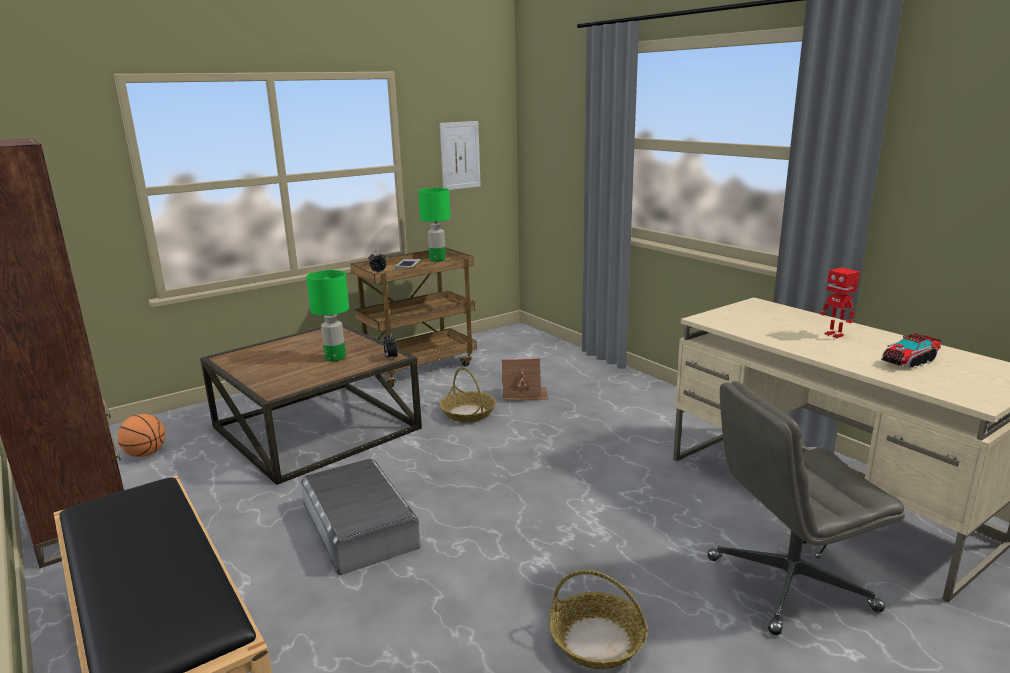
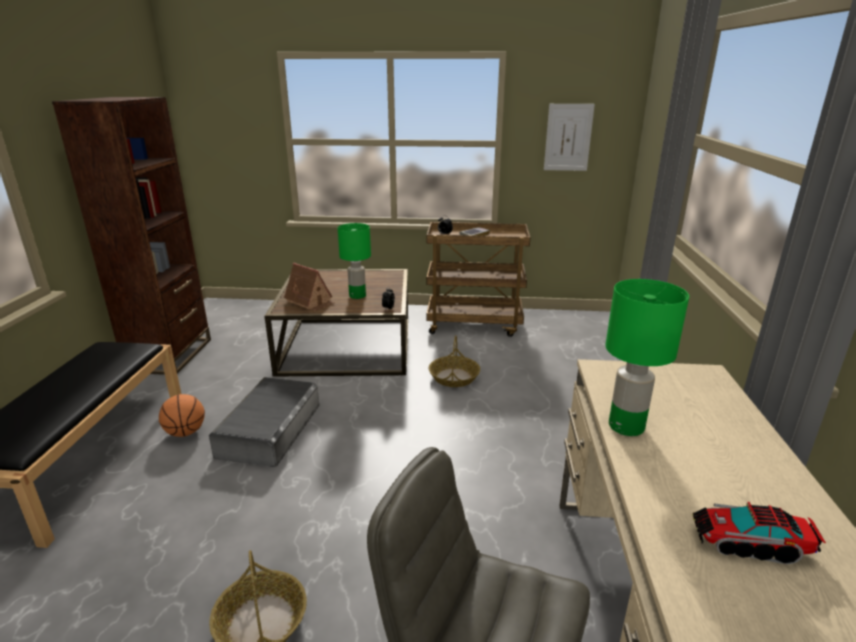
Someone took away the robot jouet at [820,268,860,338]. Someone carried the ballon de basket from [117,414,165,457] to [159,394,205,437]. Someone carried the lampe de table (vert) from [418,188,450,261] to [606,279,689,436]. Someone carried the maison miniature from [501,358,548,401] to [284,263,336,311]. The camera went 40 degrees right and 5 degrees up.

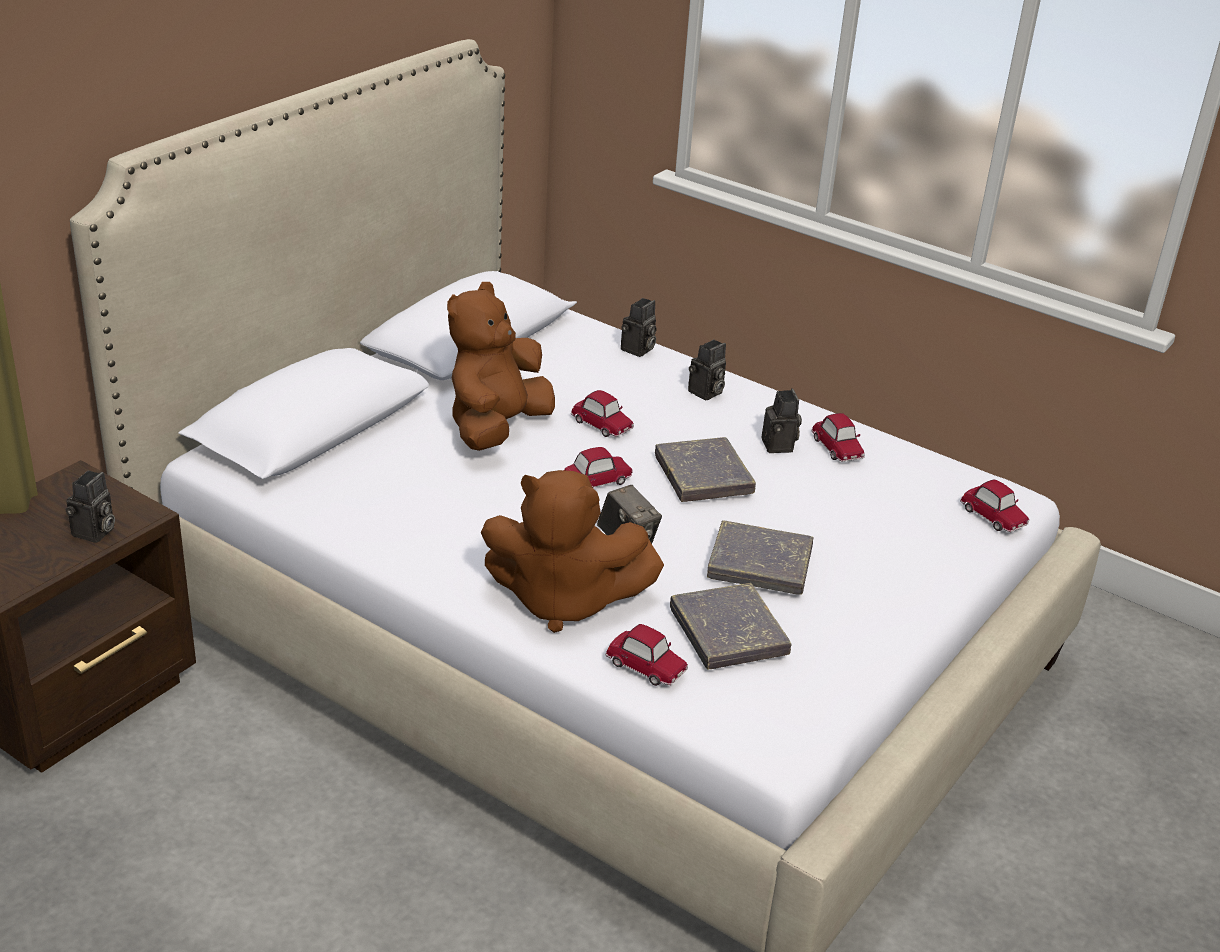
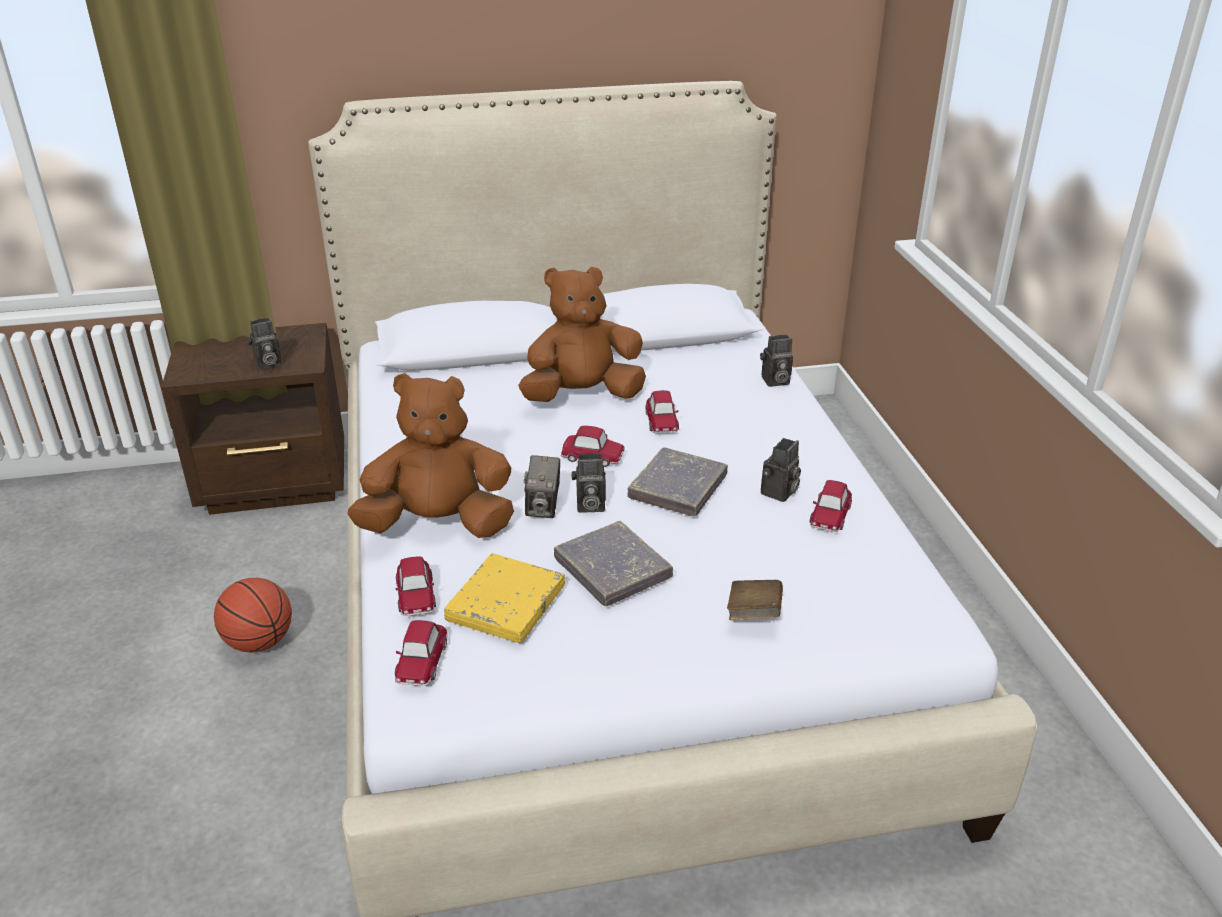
Someone put down the ballon de basket at [214,578,292,653]. Someone put down the livre (marron) at [727,580,783,620]. Someone carried the appareil photo from [688,339,726,400] to [572,453,606,513]. Someone carried the petite voiture from [960,480,1029,532] to [395,620,448,686]. Someone repainted the livre (gris) at [670,583,791,669], which became the livre (jaune) at [444,553,565,643]. Someone rotated the peluche (marron) at [481,470,664,633] by 120 degrees clockwise. The camera went 45 degrees right and 0 degrees up.

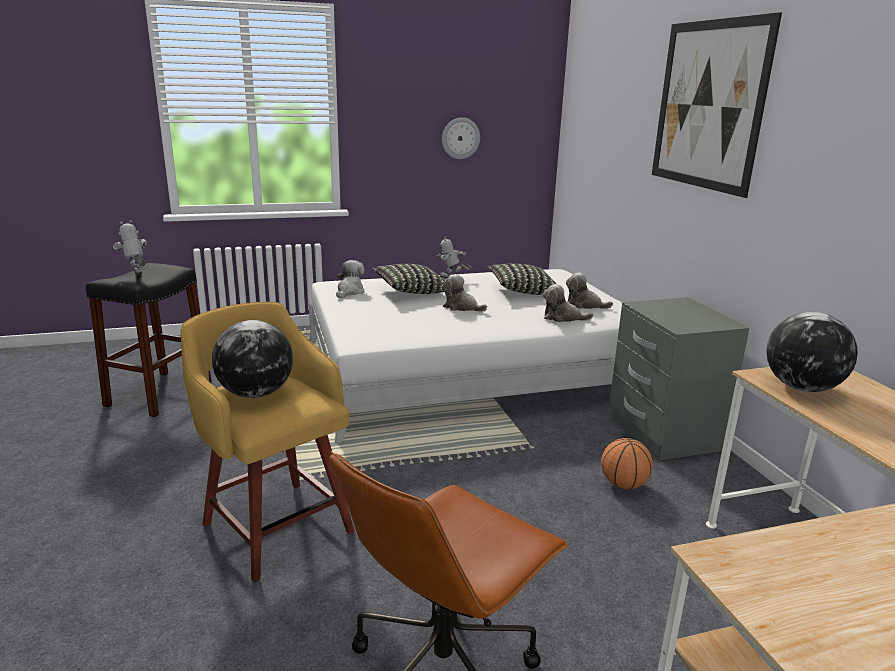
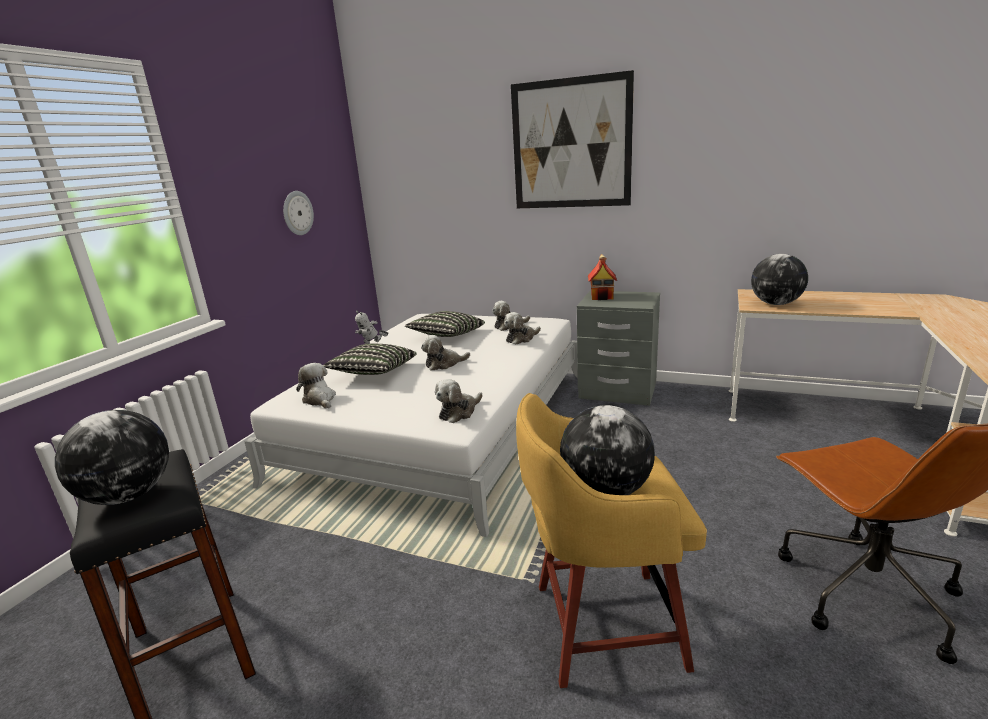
Someone took away the ballon de basket at [601,438,653,489]. Someone put down the peluche at [435,379,482,423]. Someone put down the maison miniature at [588,254,617,300]. Someone swapped the robot jouet at [113,220,148,275] for the globe at [55,410,169,505]. The camera went 50 degrees left and 0 degrees up.

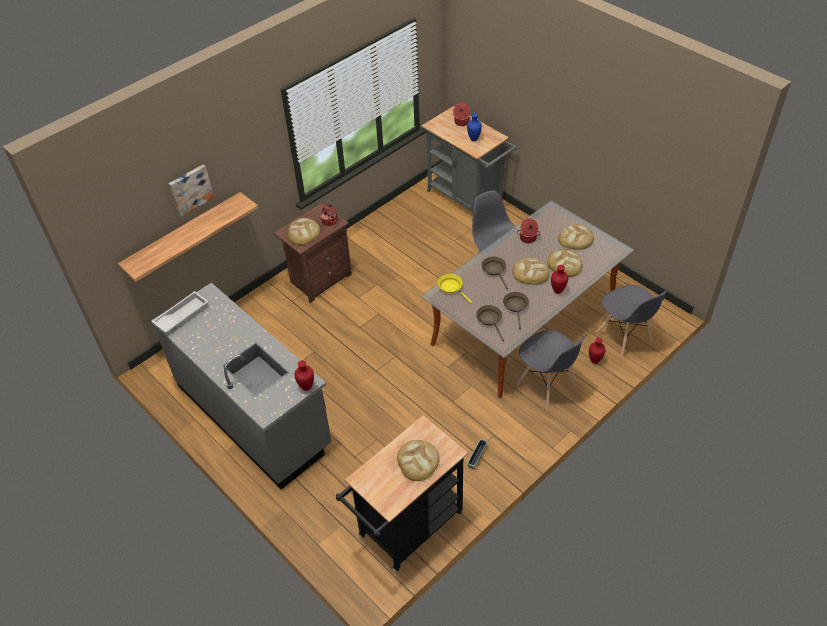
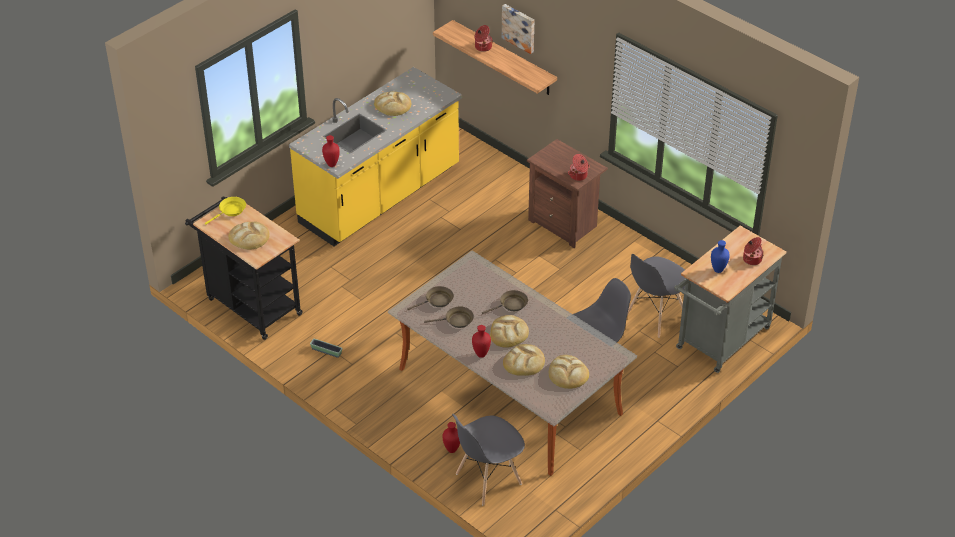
Someone took away the plateau (blanc) at [152,291,209,333]. Someone carried the pain from [288,218,320,244] to [374,91,411,116]. Someone carried the poêle (jaune) from [438,274,472,304] to [205,197,246,224]. Someone carried the marmite from [517,218,541,243] to [475,25,493,52]. Someone carried the chaise (gris) from [517,330,587,408] to [627,254,686,338]. Someone repainted the comptoir de cuisine (gris) at [151,283,332,489], which became the comptoir de cuisine (jaune) at [289,67,462,246]. The camera went 85 degrees right and 5 degrees down.

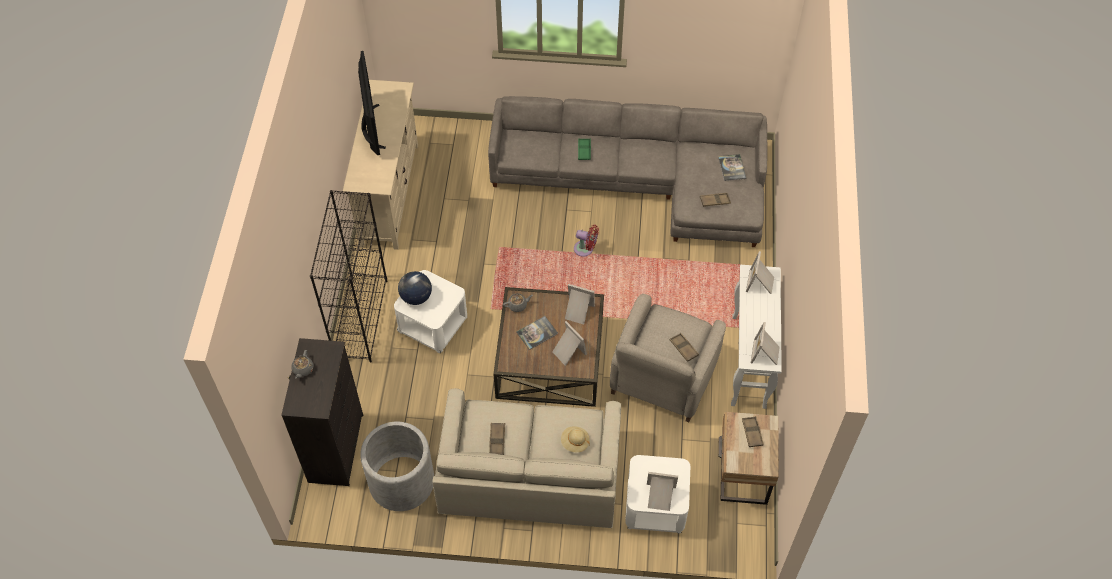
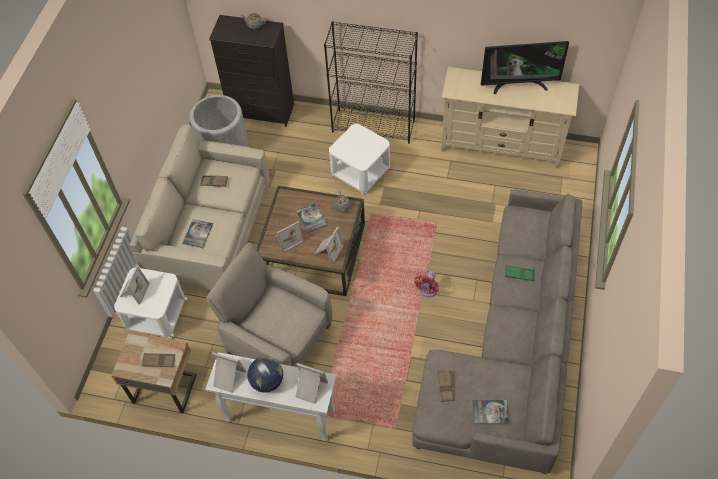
Someone took away the plateau (marron) at [670,333,699,362]. Someone carried the globe from [398,271,432,305] to [247,356,283,393]. Someone swapped the chapeau (beige) at [561,426,590,452] for the livre at [182,219,213,248]. The camera went 100 degrees right and 0 degrees up.

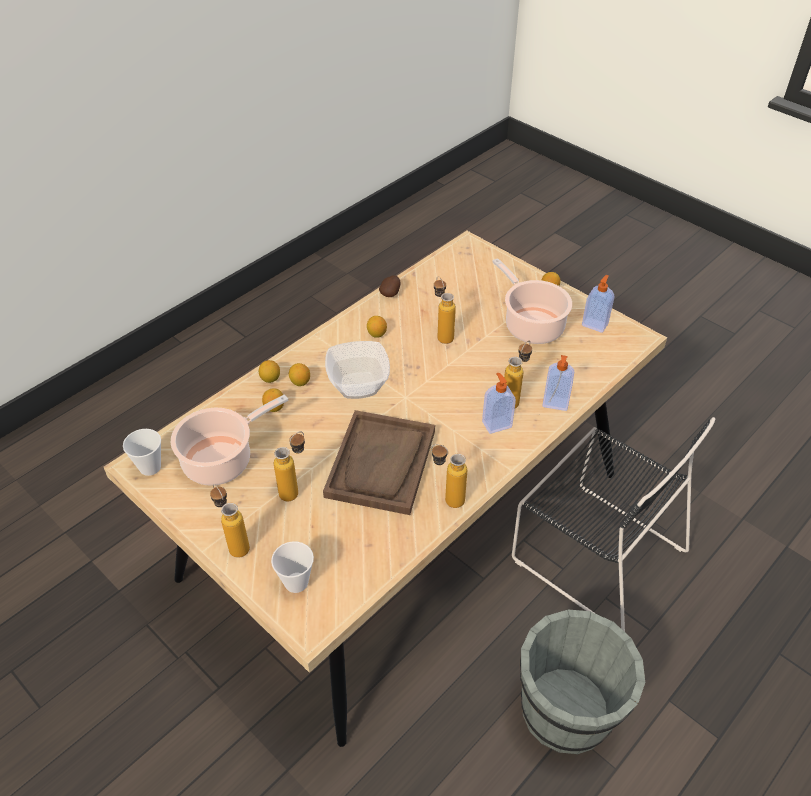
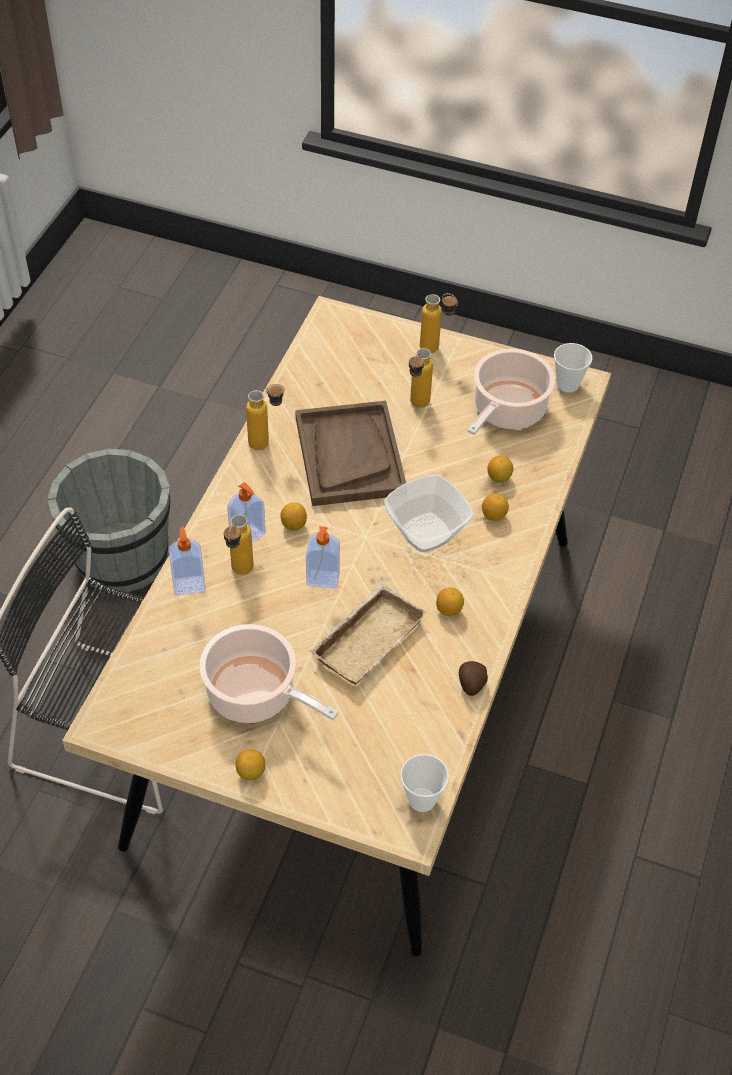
Someone carried the citron from [259,360,280,383] to [280,502,307,531]. Someone carried the tasse from [271,541,314,593] to [400,754,449,812]. Someone carried the distributeur de savon from [582,275,614,333] to [306,526,340,589]. Someone swapped the bouteille at [434,276,456,344] for the plateau (beige) at [310,583,427,685]. The camera went 155 degrees right and 5 degrees up.

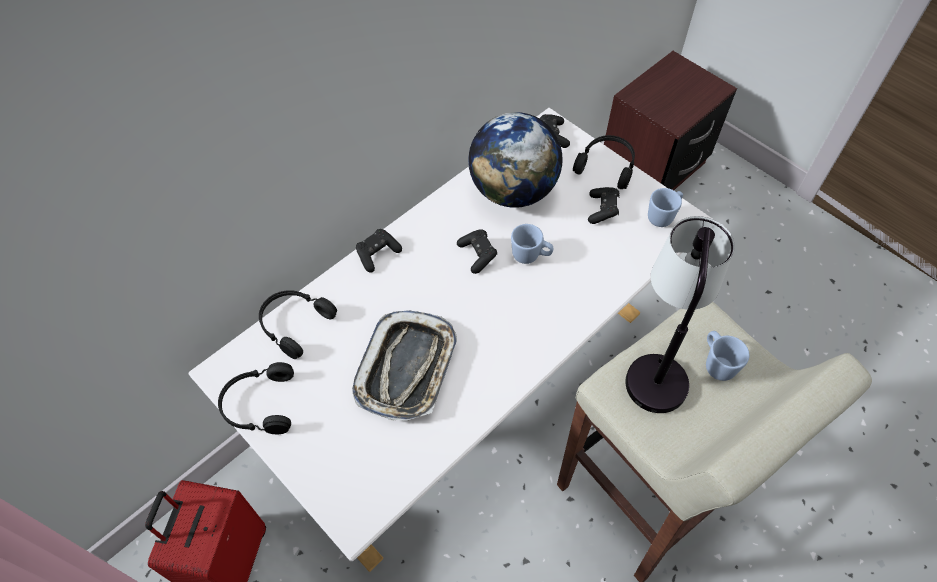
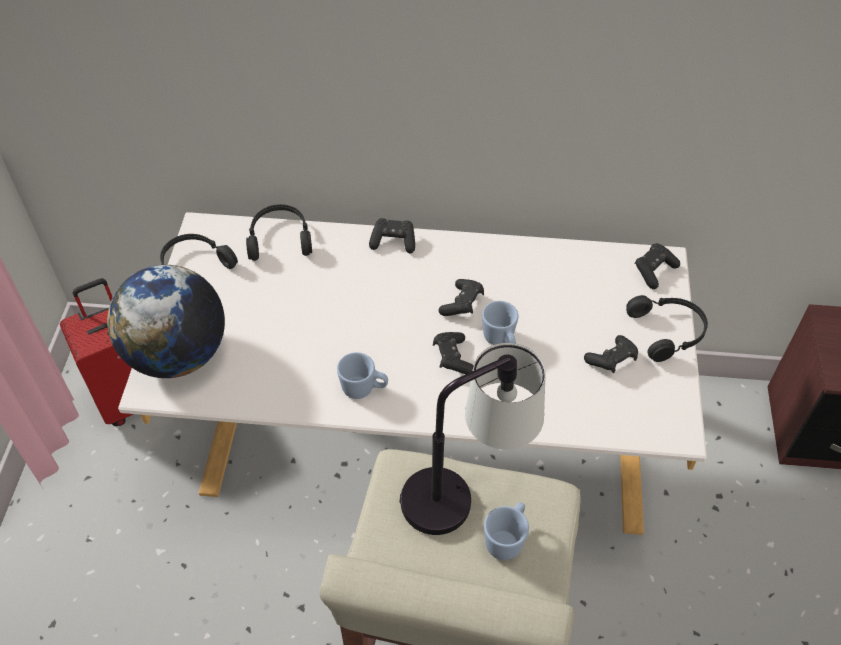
Someone took away the plateau at [352,311,457,421]. Someone put down the manette (noir) at [433,332,474,374]. Someone carried the globe from [468,112,563,208] to [107,265,225,378]. Someone carried the mug (bleu) from [648,188,683,227] to [337,352,388,399]. The camera went 50 degrees right and 5 degrees down.

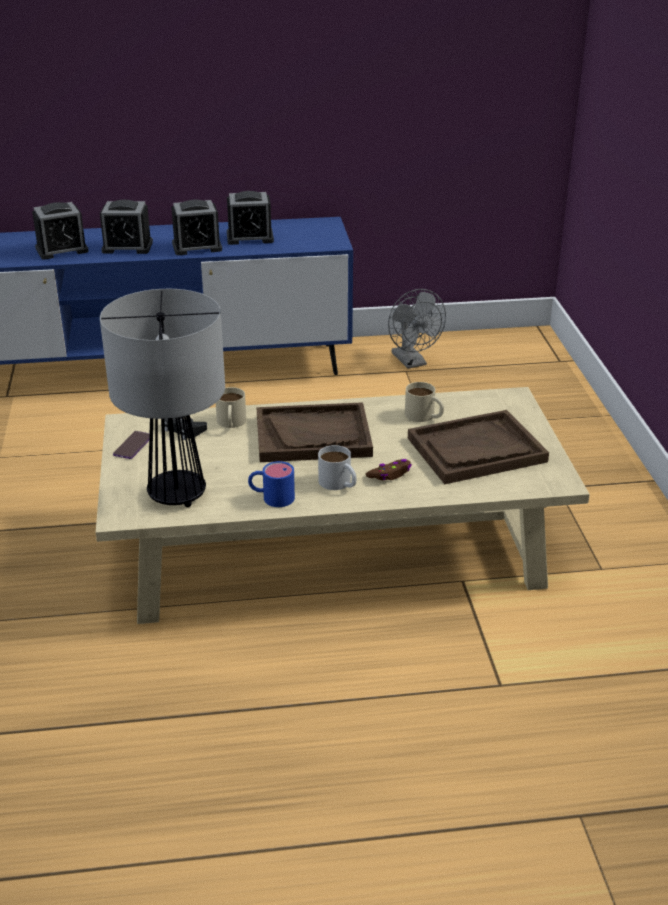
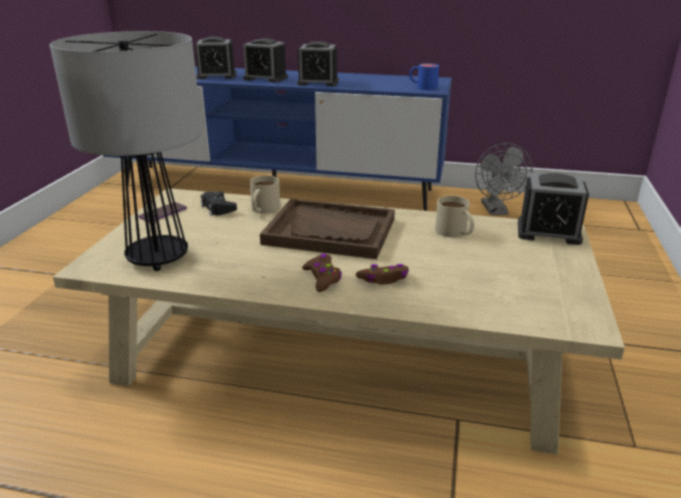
Someone took away the plateau (marron) at [408,410,549,484]. Someone carried the réveil from [227,191,274,245] to [518,173,589,245]. Someone carried the mug (bleu) from [248,461,295,507] to [409,63,439,90]. Someone swapped the mug (blanc) at [318,445,356,490] for the manette (marron) at [302,253,342,292]. The camera went 20 degrees right and 5 degrees down.

